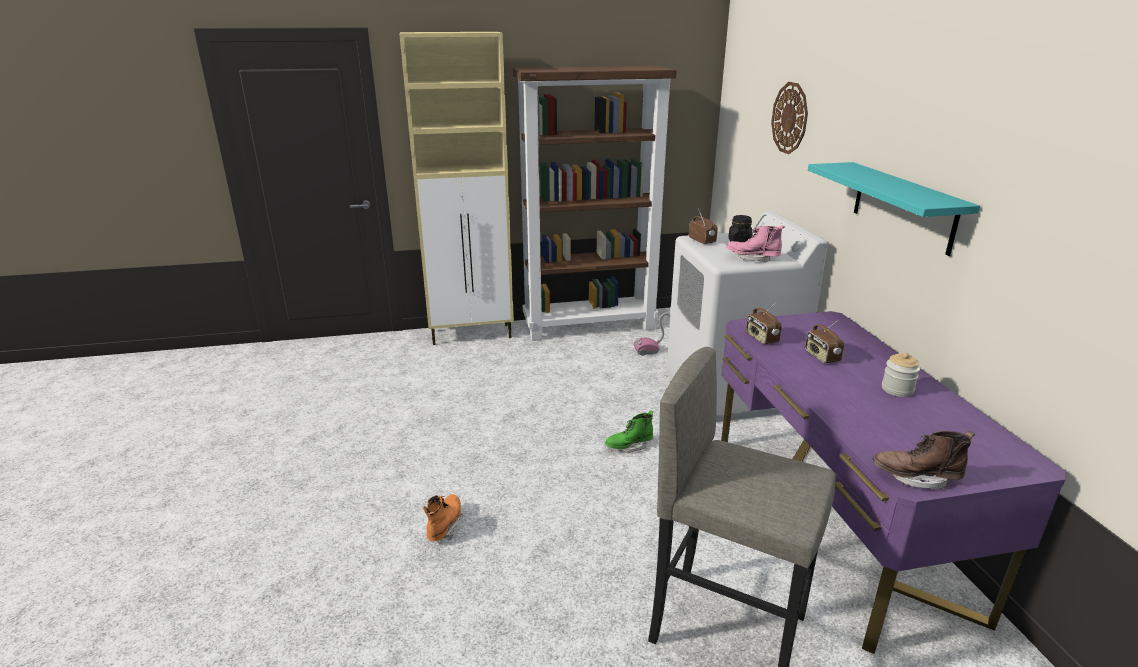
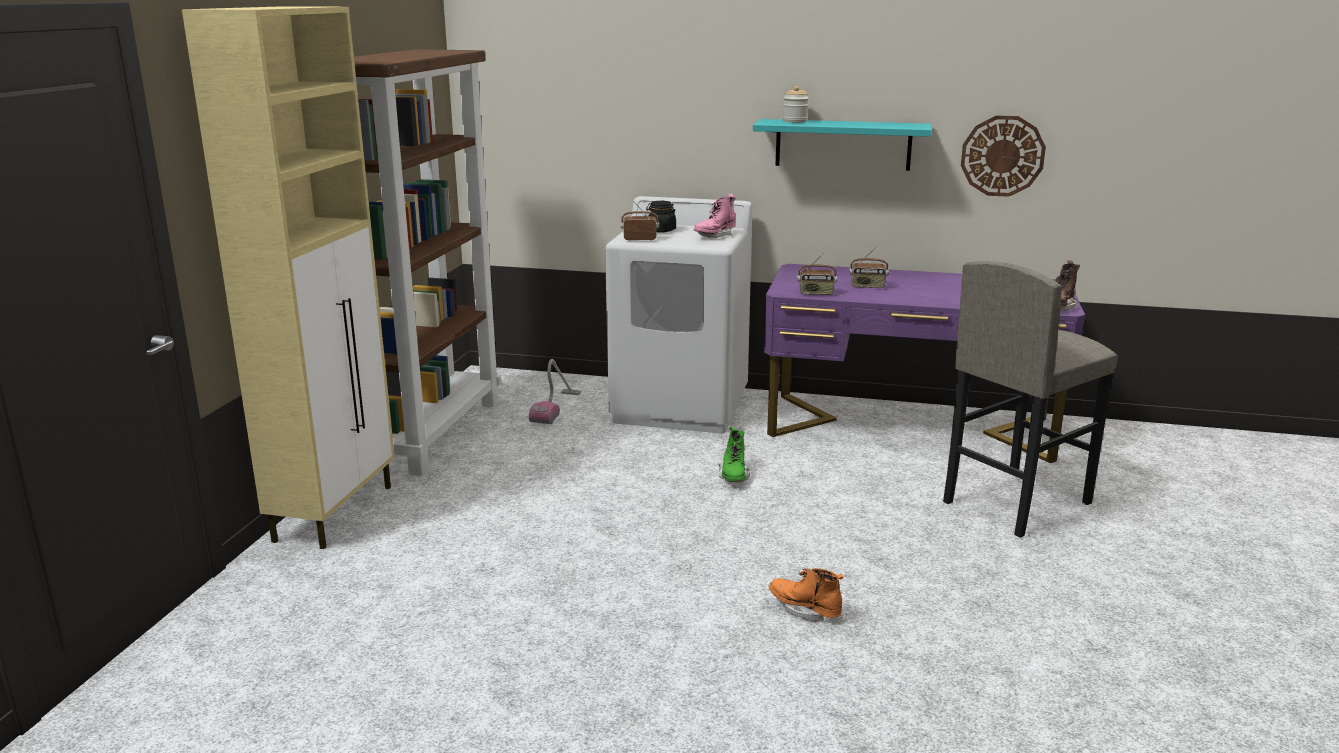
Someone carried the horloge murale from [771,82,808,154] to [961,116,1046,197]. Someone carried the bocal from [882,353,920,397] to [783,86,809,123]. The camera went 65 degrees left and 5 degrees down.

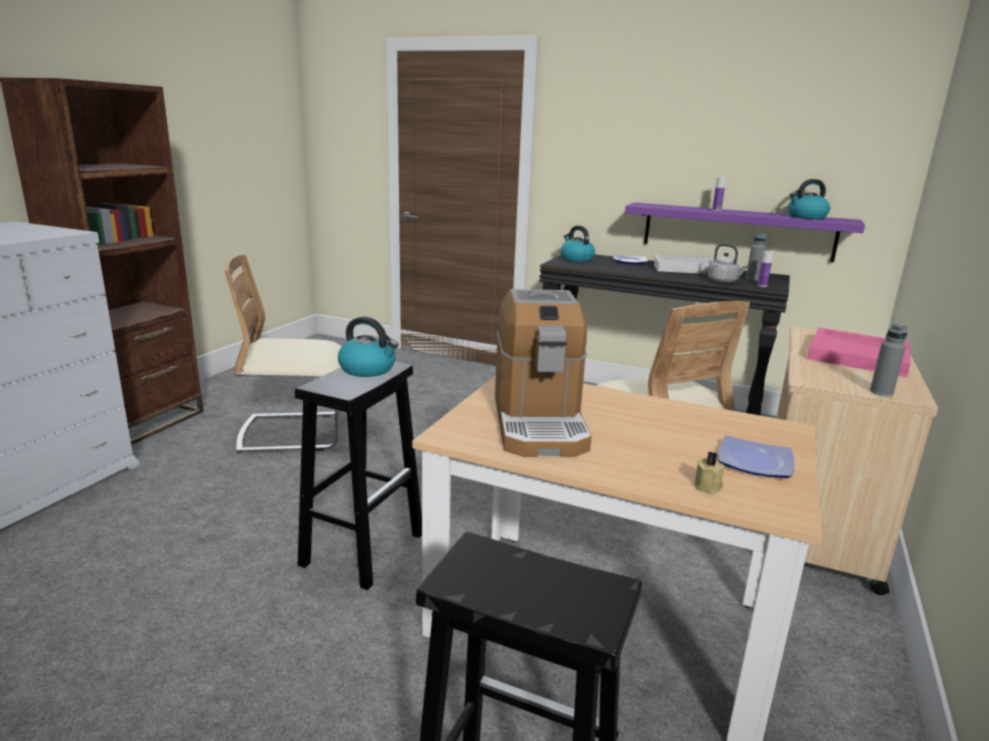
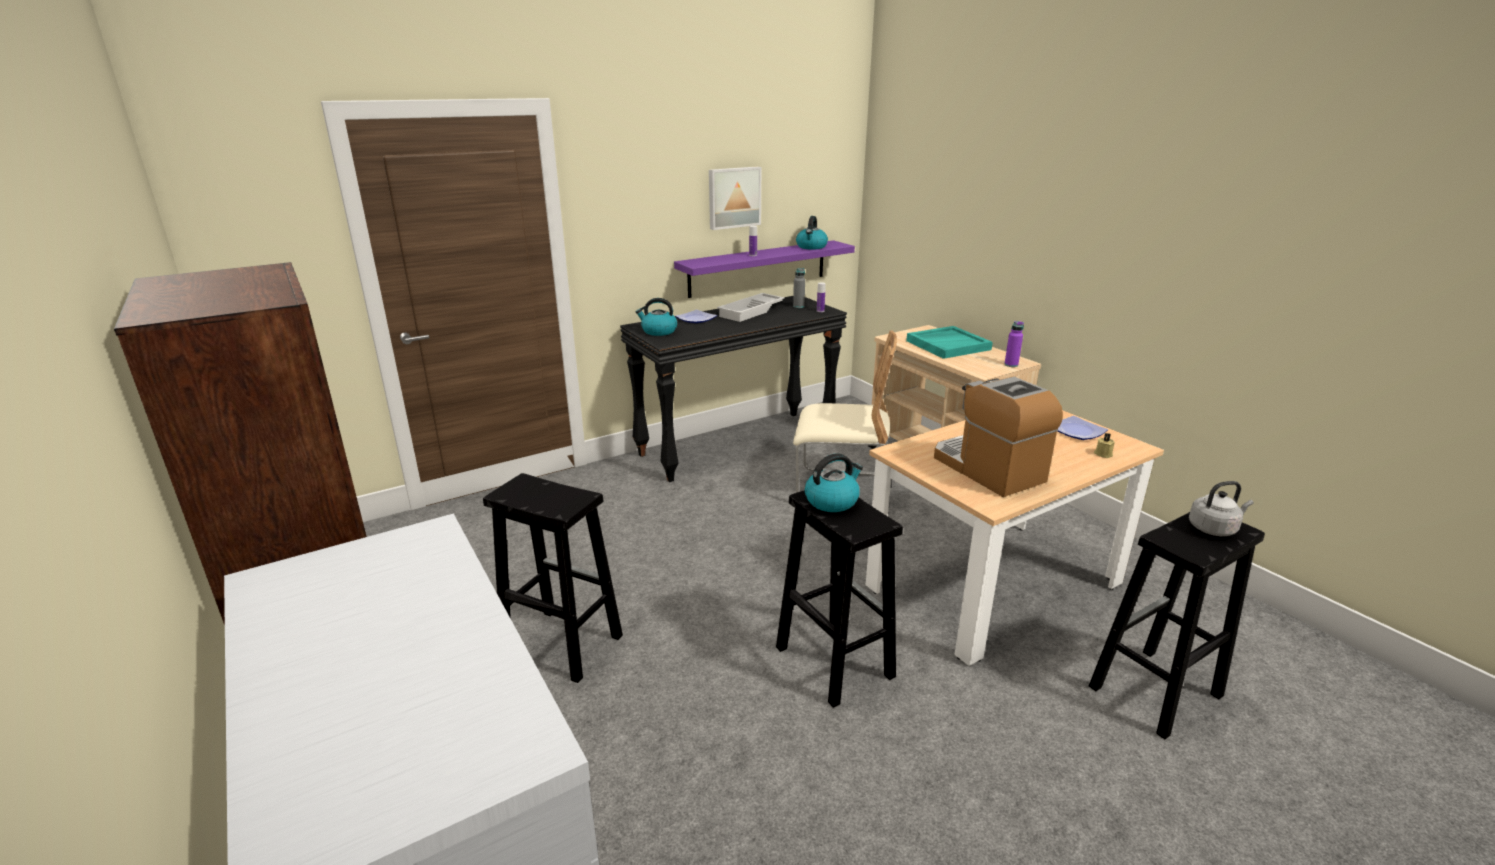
Someone put up the tableau at [709,166,761,230]. Someone carried the bouilloire (gris) from [708,244,748,283] to [1189,481,1254,536]. Someone swapped the chaise (beige) at [225,254,342,453] for the tabouret (noir) at [483,473,623,683]. Someone repainted the plateau (rose) at [807,327,910,377], which became the plateau (turquoise) at [906,326,993,359]. Someone repainted the bouteille (gris) at [870,324,908,396], which became the bouteille (violet) at [1004,321,1024,367]. Someone rotated the machine à café at [495,289,592,457] by 150 degrees counterclockwise. The camera went 55 degrees left and 5 degrees up.

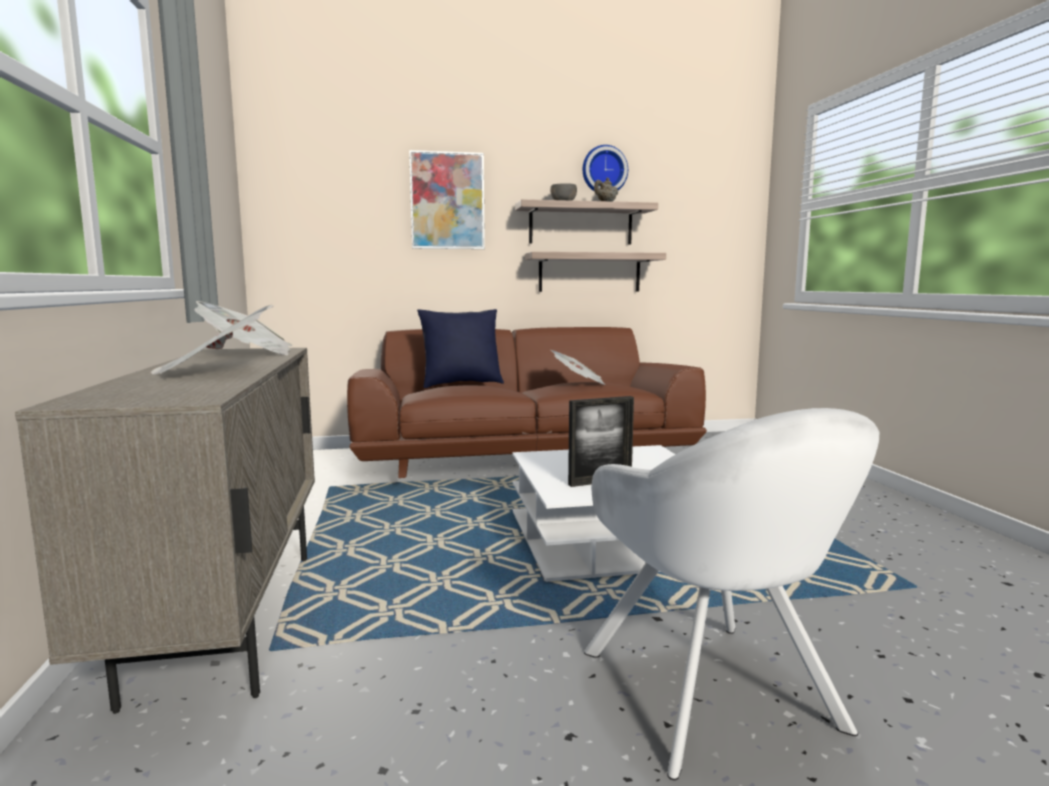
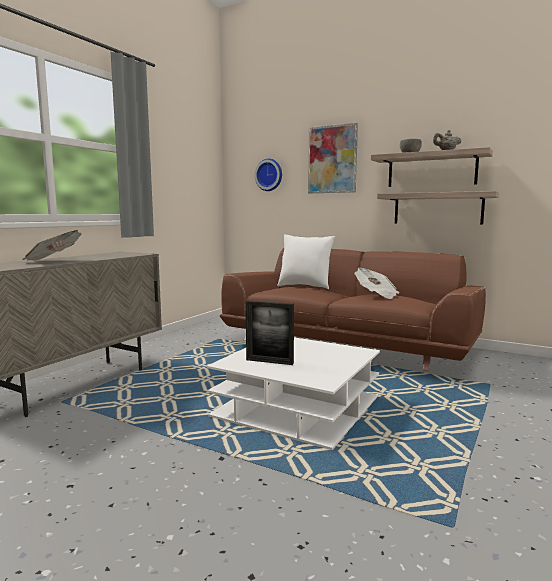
Someone took away the journal at [194,301,292,355]. Someone took away the fauteuil (blanc) at [584,408,879,780]. Someone carried the horloge murale from [583,145,628,191] to [255,159,282,191]. Someone repainted the coussin (bleu) at [417,309,504,388], which became the coussin (blanc) at [277,234,335,289]. The camera went 40 degrees right and 0 degrees up.

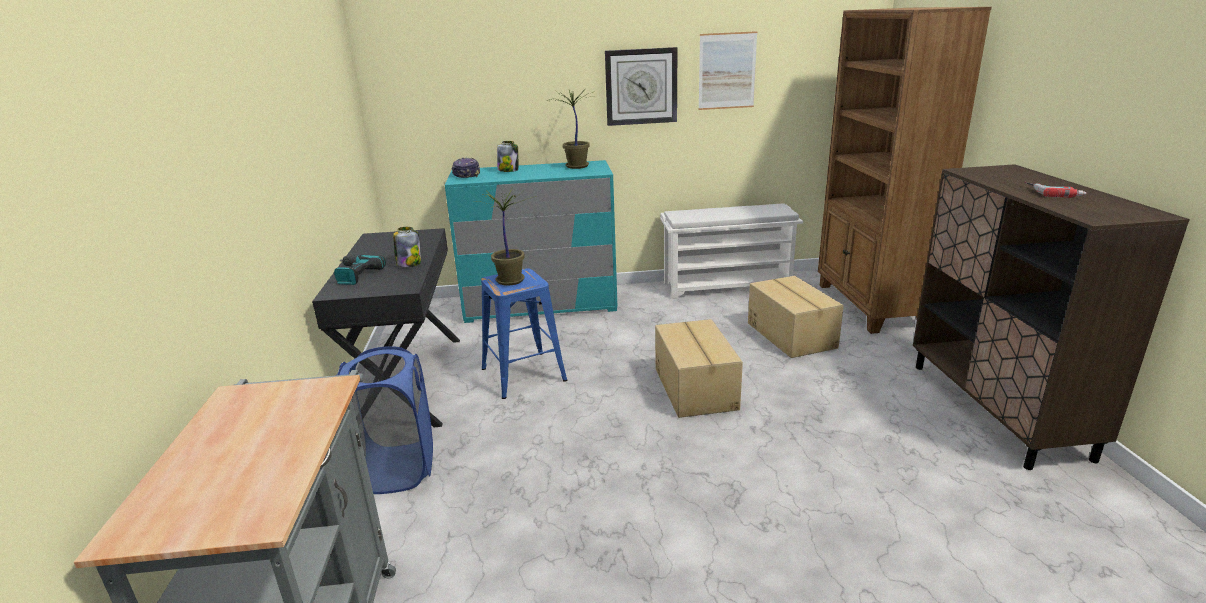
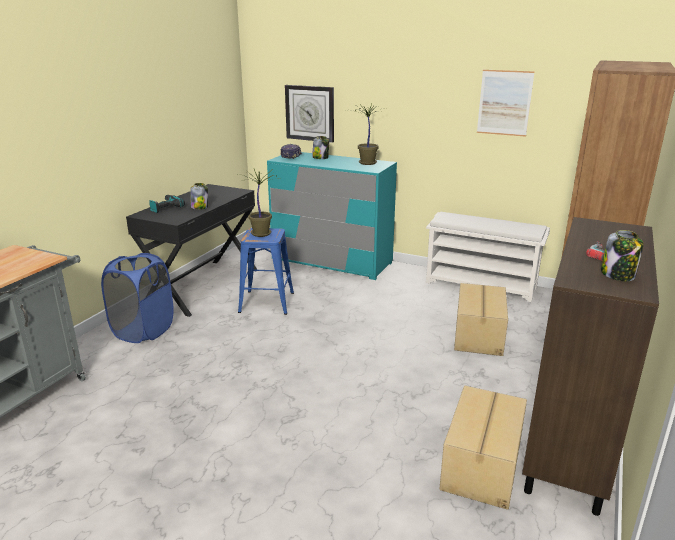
Someone put down the bocal at [601,230,643,281]. Someone carried the horloge murale from [605,47,677,126] to [285,85,334,143]. Someone carried the carton from [655,319,743,418] to [439,386,527,510]. The camera went 30 degrees right and 0 degrees up.

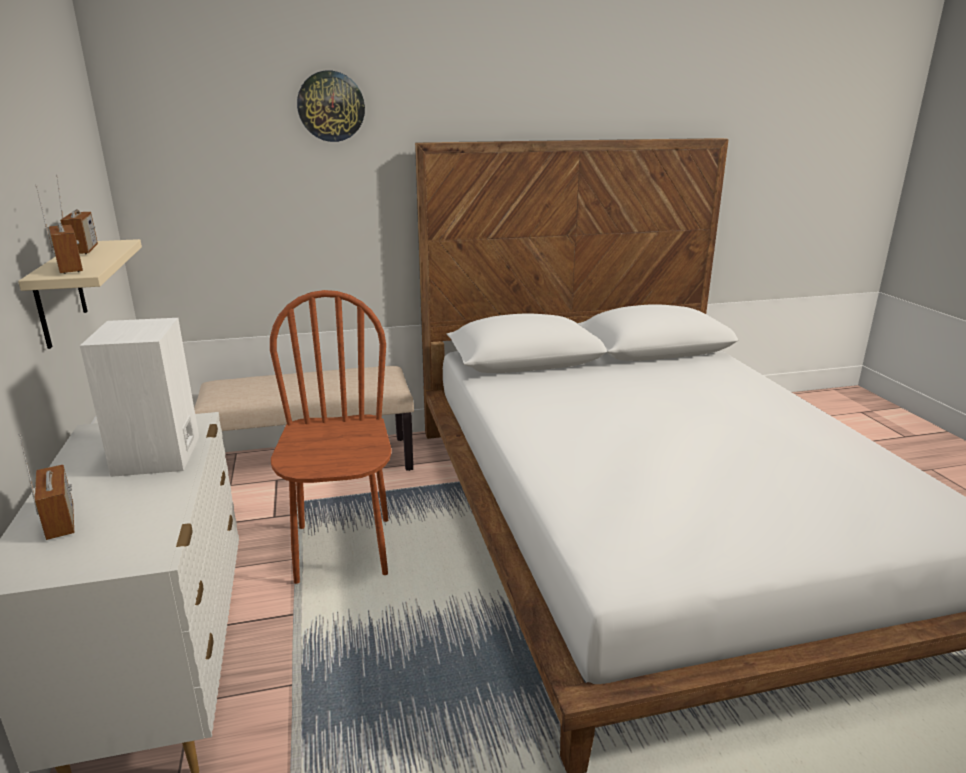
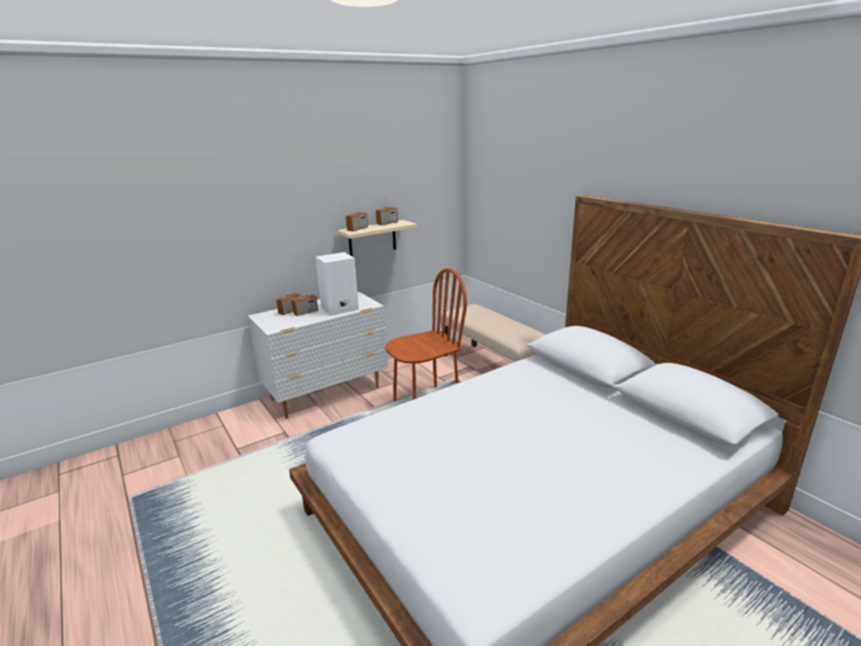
Someone took away the horloge murale at [297,71,365,142]. Someone put down the radio at [292,281,318,316]. The camera went 70 degrees right and 0 degrees up.

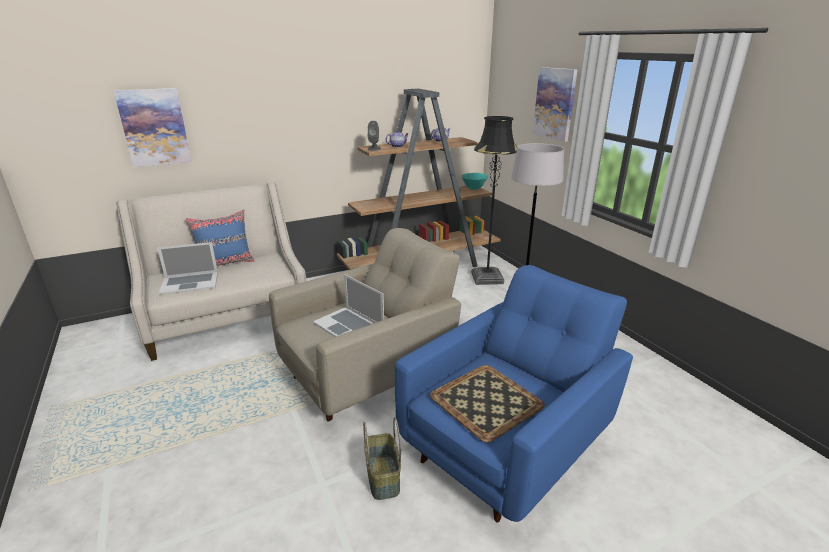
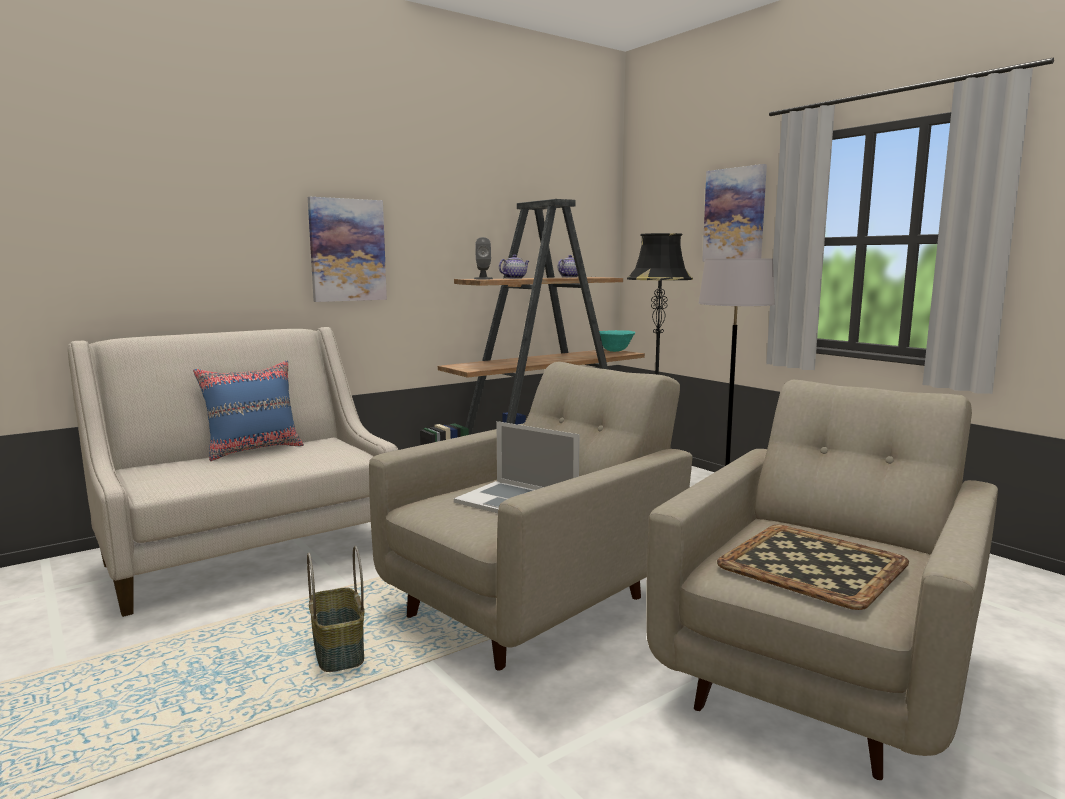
Someone took away the ordinateur portable at [157,242,218,295]. Someone carried the tableau from [114,88,192,167] to [308,197,387,302]. Someone carried the panier from [363,417,401,500] to [307,546,365,672]. Someone repainted the fauteuil (bleu) at [395,265,633,522], which became the fauteuil (beige) at [646,379,998,780]. The camera went 10 degrees left and 15 degrees down.

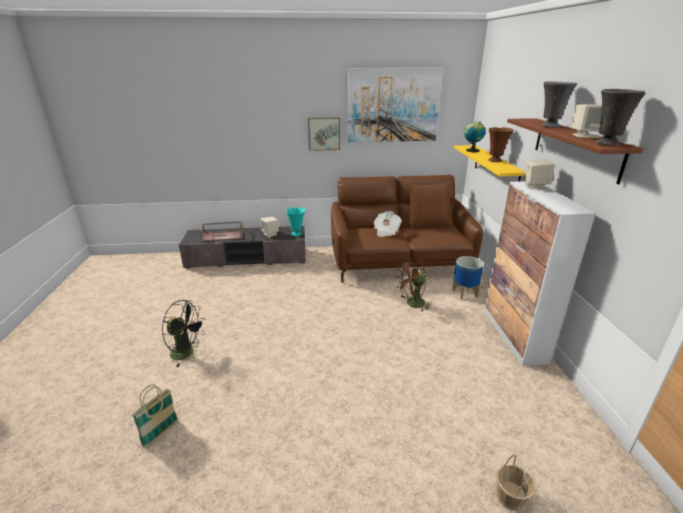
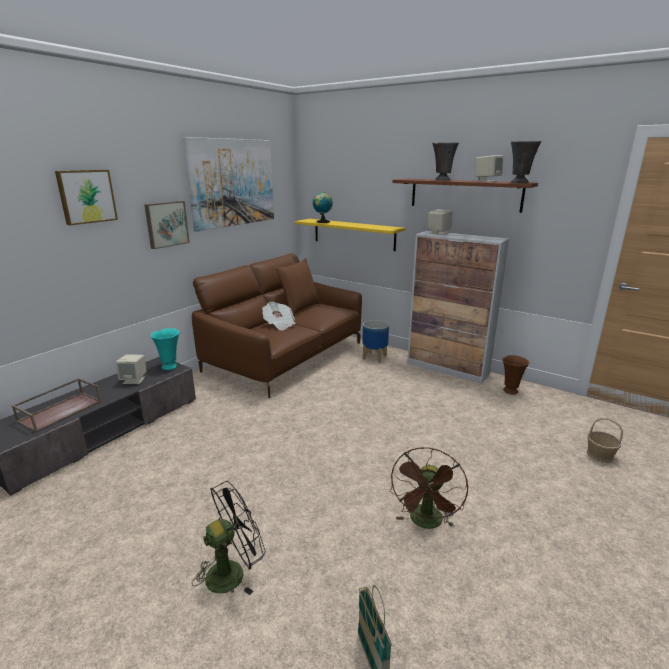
Someone put up the tableau at [55,170,118,225]. Someone carried the ventilateur (marron) from [396,257,432,312] to [390,447,468,529]. Someone carried the vase (marron) from [488,127,514,162] to [503,355,529,394]. The camera went 50 degrees left and 5 degrees down.

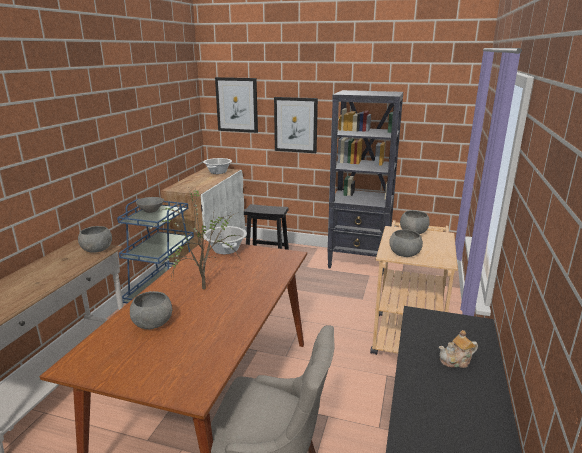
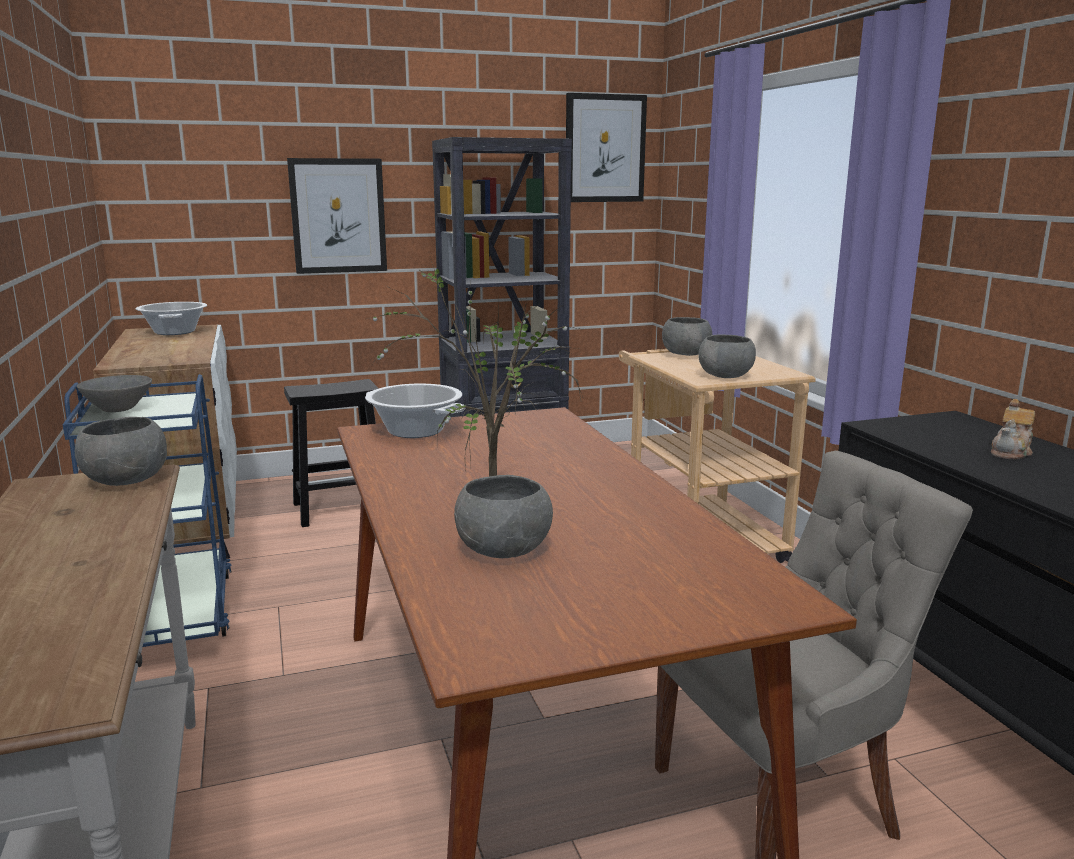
Someone carried the tableau from [215,77,258,133] to [566,93,647,202]. The camera went 35 degrees left and 5 degrees down.

